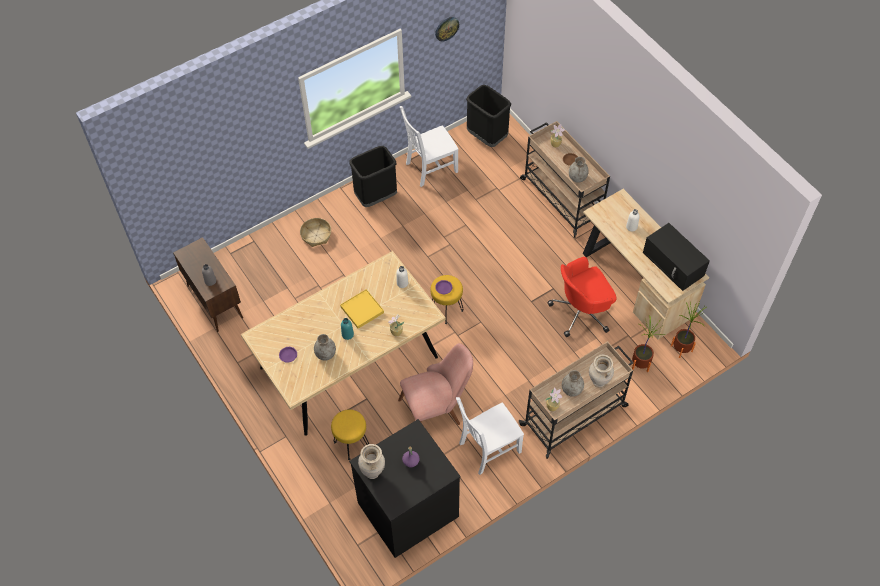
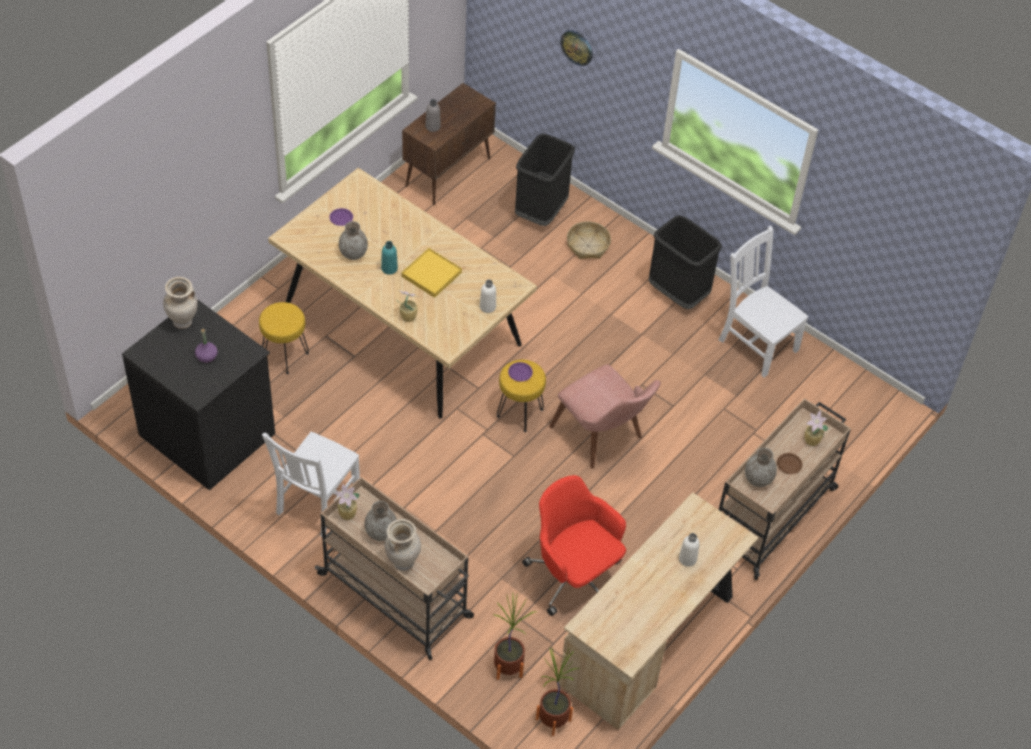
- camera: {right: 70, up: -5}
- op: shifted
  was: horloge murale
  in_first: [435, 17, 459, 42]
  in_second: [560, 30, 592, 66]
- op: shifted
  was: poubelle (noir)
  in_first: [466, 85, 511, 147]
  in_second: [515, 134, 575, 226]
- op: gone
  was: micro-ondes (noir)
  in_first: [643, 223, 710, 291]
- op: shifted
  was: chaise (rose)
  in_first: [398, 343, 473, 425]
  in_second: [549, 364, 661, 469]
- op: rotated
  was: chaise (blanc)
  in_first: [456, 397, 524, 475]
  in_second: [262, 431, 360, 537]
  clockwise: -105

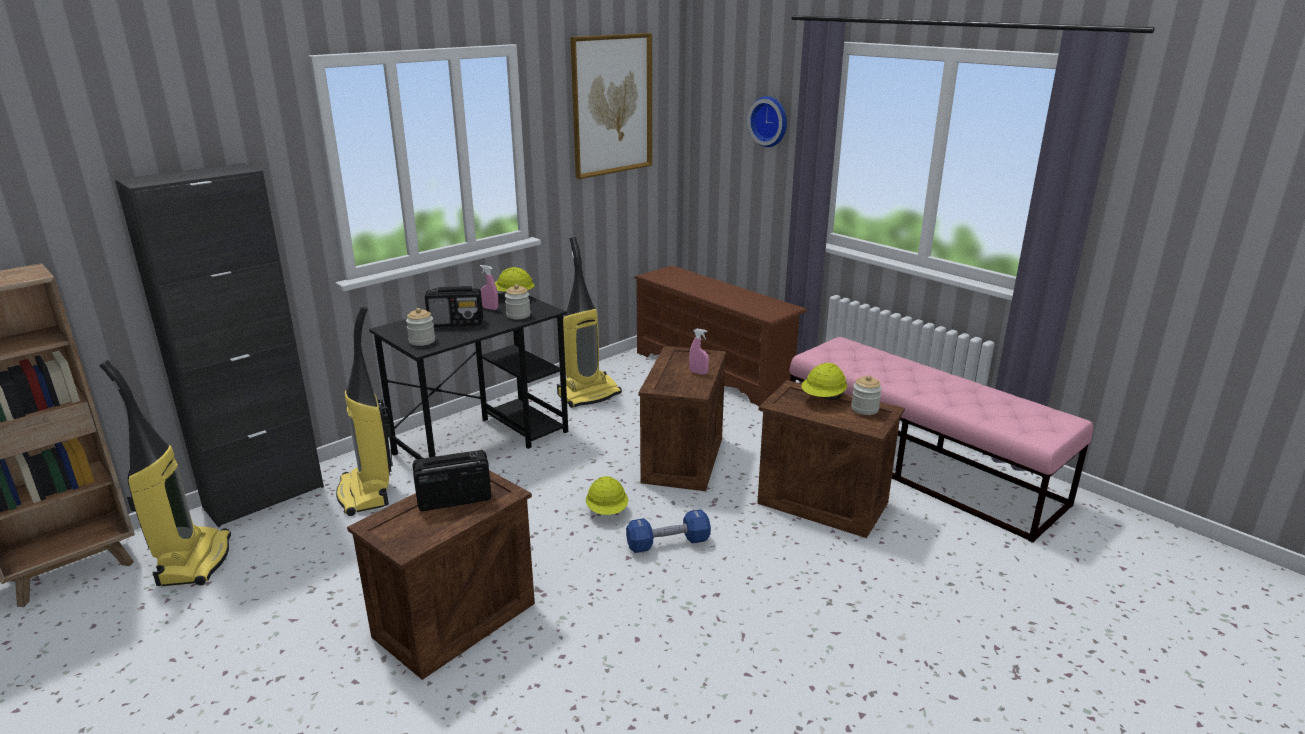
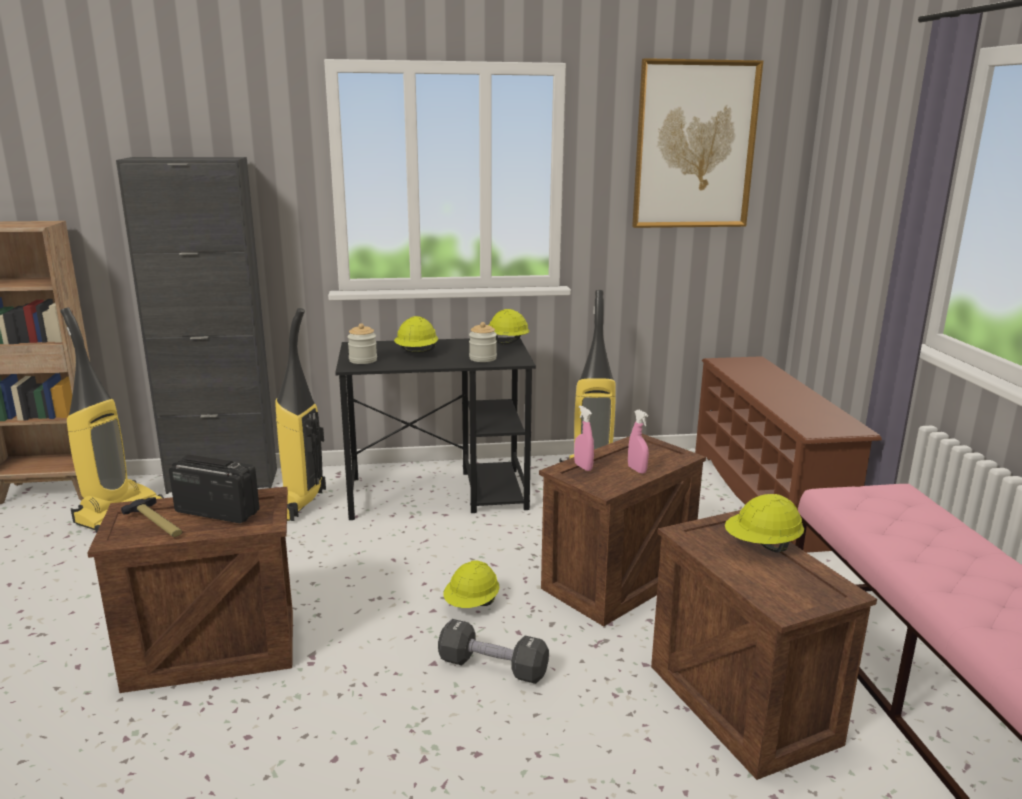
- camera: {right: 35, up: -5}
- op: gone
  was: horloge murale
  in_first: [747, 96, 787, 147]
- op: shifted
  was: vaporisateur (rose)
  in_first: [480, 265, 498, 310]
  in_second: [574, 406, 594, 471]
- op: swapped
  was: radio
  now: casque de chantier (jaune)
  in_first: [425, 286, 483, 327]
  in_second: [394, 316, 438, 353]
- op: gone
  was: bocal
  in_first: [851, 375, 882, 415]
- op: repainted
  was: haltère (bleu)
  now: haltère (noir)
  in_first: [626, 509, 711, 553]
  in_second: [438, 619, 549, 684]
- op: new
  now: marteau
  in_second: [121, 497, 182, 537]

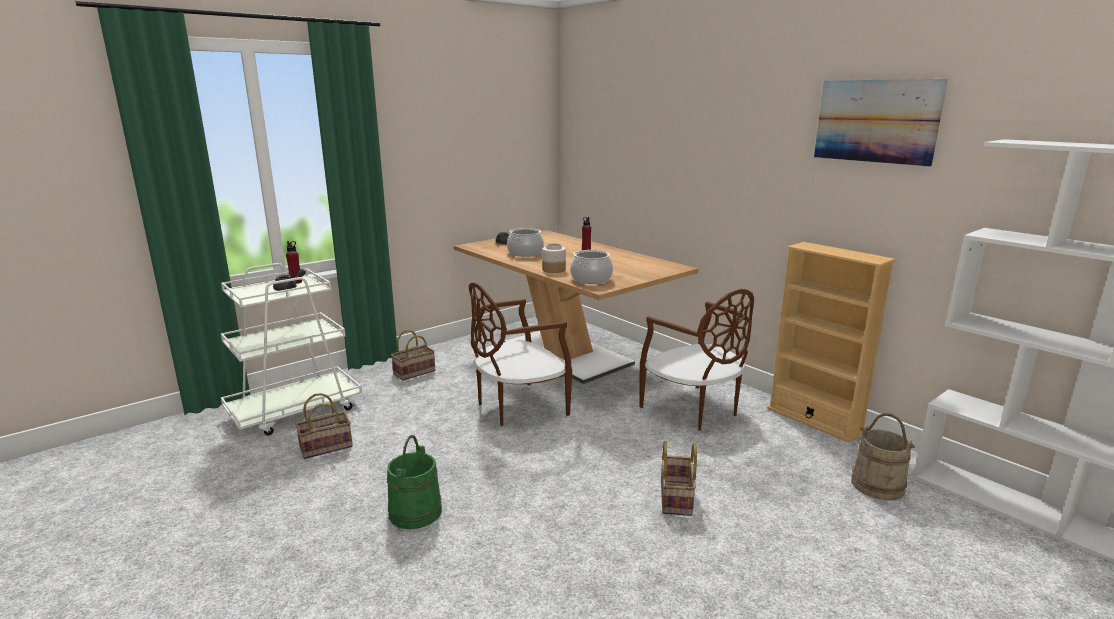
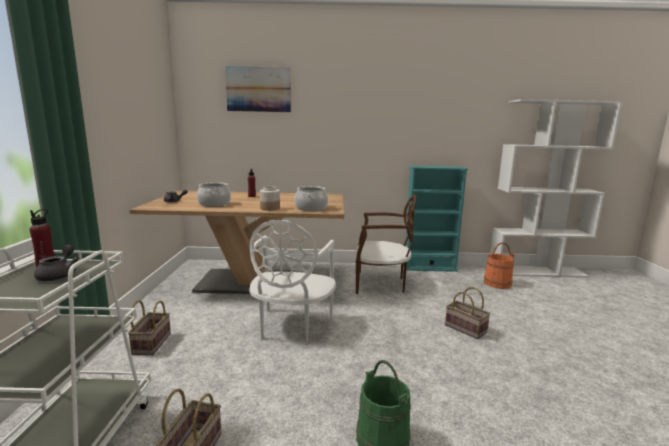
- camera: {right: -50, up: -5}
- op: shifted
  was: tableau
  in_first: [814, 79, 948, 167]
  in_second: [225, 66, 291, 112]
- op: repainted
  was: bibliothèque (beige)
  now: bibliothèque (turquoise)
  in_first: [767, 242, 896, 443]
  in_second: [403, 166, 468, 272]
- op: repainted
  was: chaise (marron)
  now: chaise (blanc)
  in_first: [469, 282, 572, 426]
  in_second: [249, 220, 336, 344]
- op: repainted
  was: seau (beige)
  now: seau (orange)
  in_first: [851, 413, 916, 500]
  in_second: [484, 242, 515, 289]

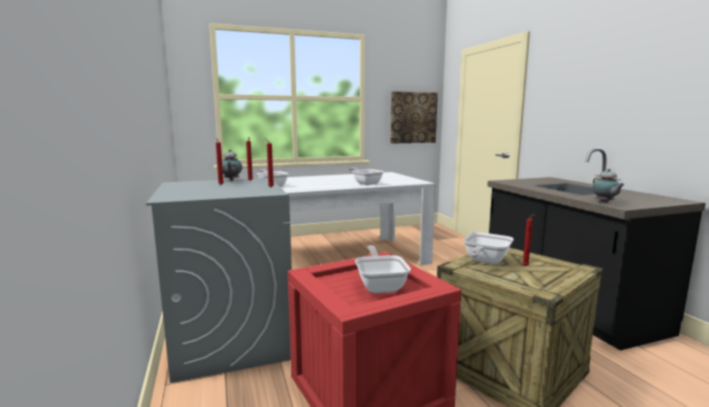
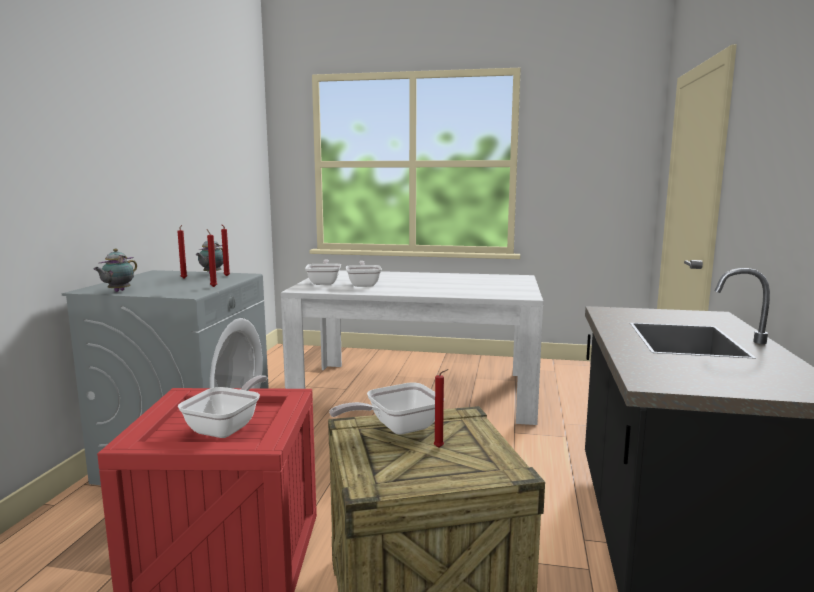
- camera: {right: 30, up: 0}
- op: gone
  was: tableau
  in_first: [390, 92, 438, 144]
- op: shifted
  was: poêle
  in_first: [348, 167, 384, 185]
  in_second: [346, 261, 382, 287]
- op: shifted
  was: théière
  in_first: [593, 169, 625, 203]
  in_second: [93, 249, 137, 292]

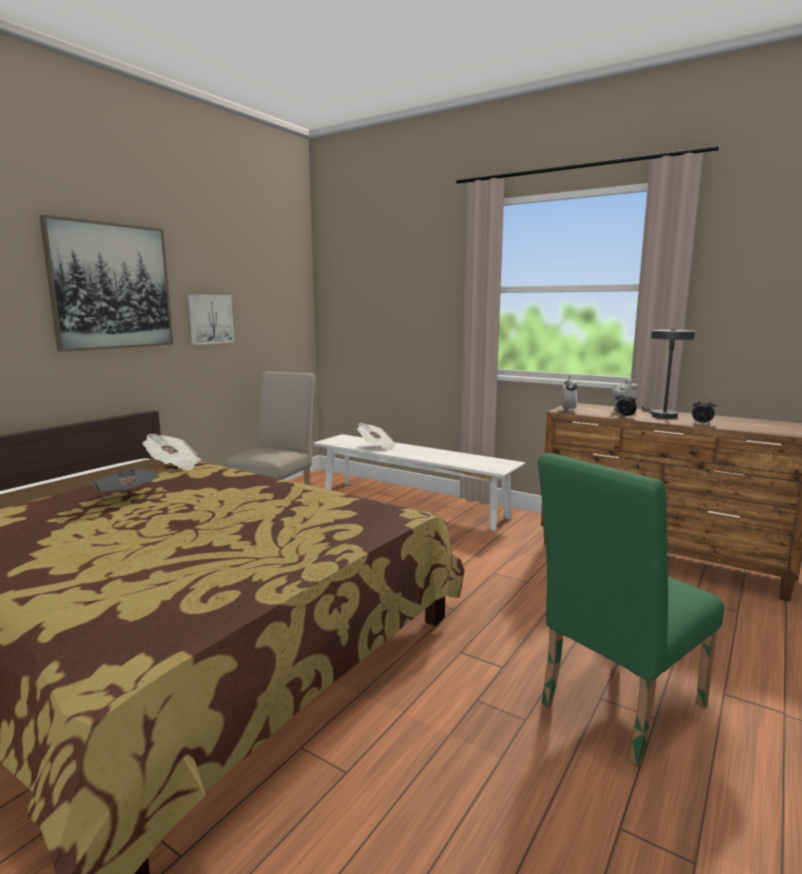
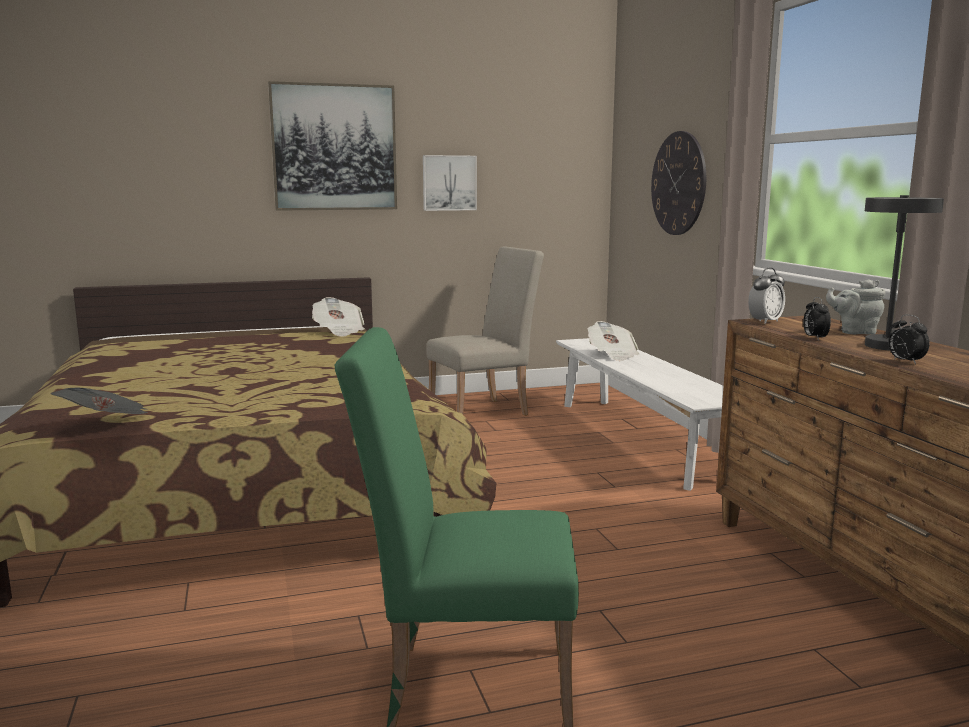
- camera: {right: 40, up: 0}
- op: shifted
  was: journal
  in_first: [91, 469, 159, 492]
  in_second: [50, 388, 148, 414]
- op: new
  now: horloge murale
  in_second: [651, 131, 706, 235]

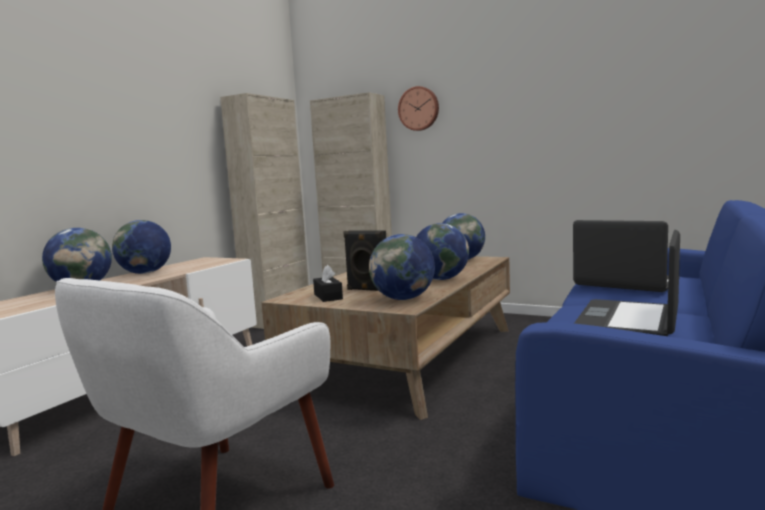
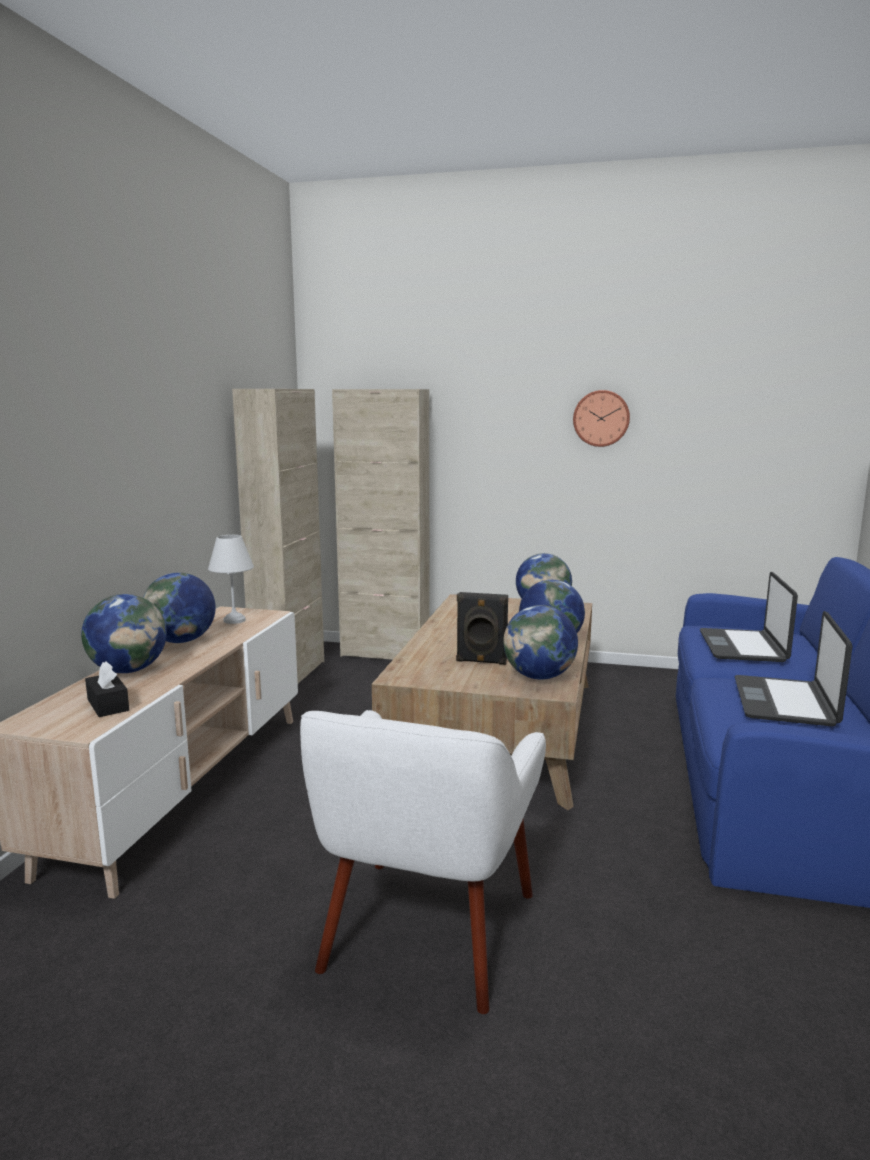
- camera: {right: -15, up: 5}
- op: shifted
  was: horloge murale
  in_first: [398, 86, 439, 131]
  in_second: [573, 390, 630, 447]
- op: rotated
  was: ordinateur portable
  in_first: [573, 220, 680, 292]
  in_second: [700, 572, 798, 662]
  clockwise: -105
- op: shifted
  was: boîte à mouchoirs (noir)
  in_first: [313, 265, 343, 302]
  in_second: [85, 661, 129, 717]
- op: new
  now: lampe de table (blanc)
  in_second: [208, 535, 254, 624]

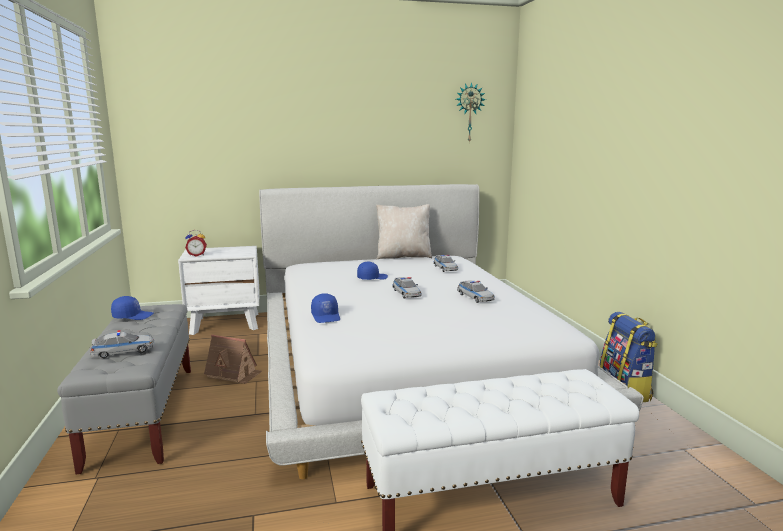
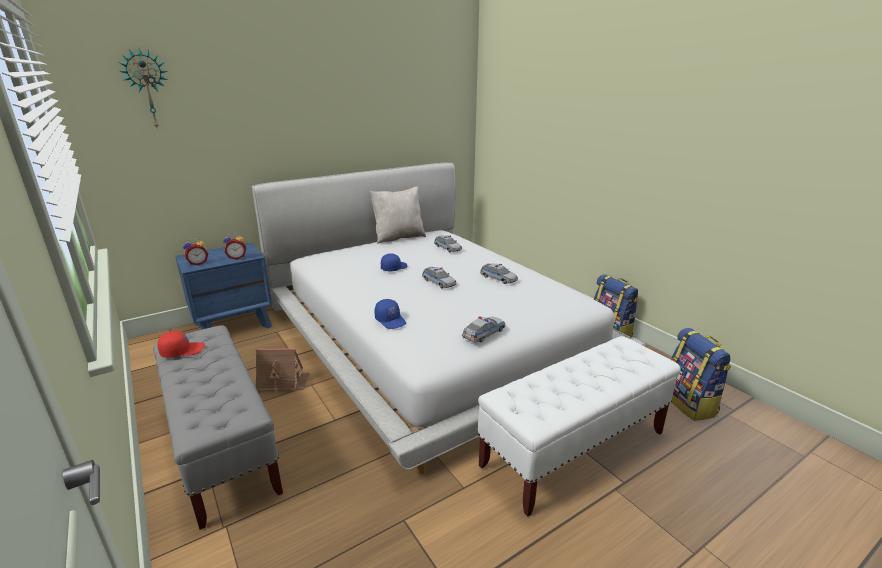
- camera: {right: -20, up: 10}
- op: shifted
  was: horloge murale
  in_first: [456, 82, 486, 143]
  in_second: [119, 48, 168, 130]
- op: repainted
  was: table de chevet (blanc)
  now: table de chevet (bleu)
  in_first: [178, 246, 260, 335]
  in_second: [175, 243, 272, 330]
- op: repainted
  was: casquette (bleu)
  now: casquette (rouge)
  in_first: [111, 296, 154, 320]
  in_second: [157, 331, 205, 358]
- op: shifted
  was: petite voiture
  in_first: [90, 330, 154, 358]
  in_second: [462, 316, 505, 343]
- op: new
  now: réveil
  in_second: [223, 233, 246, 260]
- op: new
  now: sac à dos
  in_second: [671, 328, 731, 421]

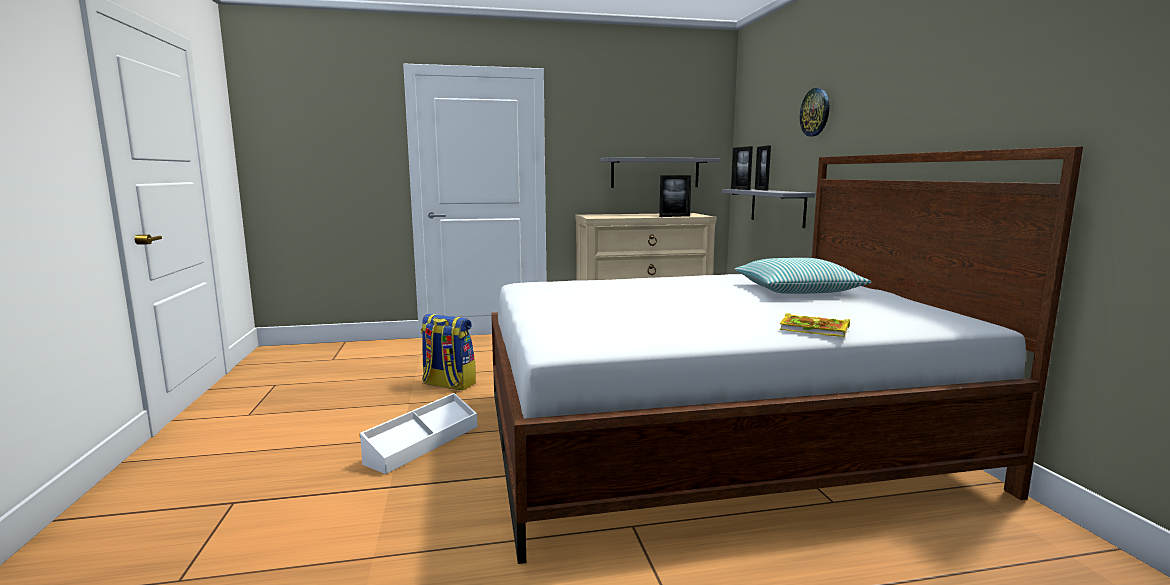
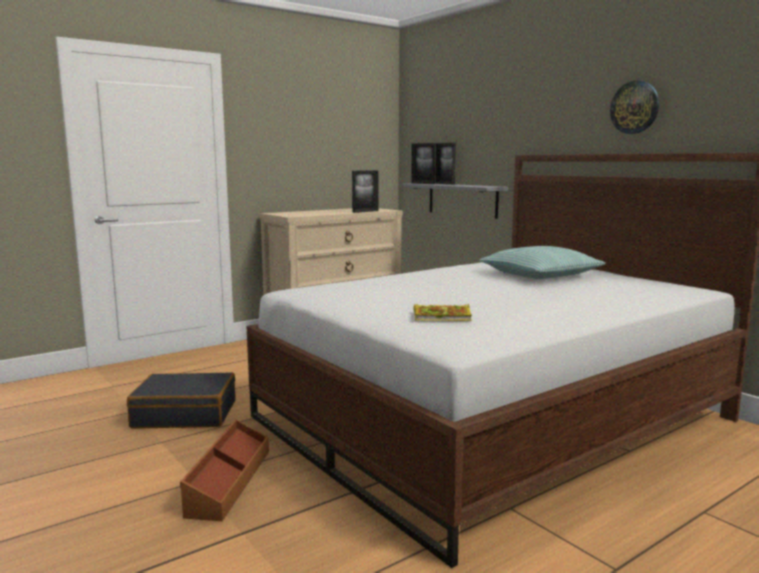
- camera: {right: -25, up: 0}
- op: shifted
  was: horloge murale
  in_first: [800, 88, 829, 136]
  in_second: [610, 81, 659, 134]
- op: gone
  was: étagère (gris)
  in_first: [601, 157, 720, 188]
- op: shifted
  was: livre
  in_first: [779, 313, 850, 337]
  in_second: [414, 304, 472, 321]
- op: swapped
  was: sac à dos
  now: valise (noir)
  in_first: [421, 314, 476, 391]
  in_second: [127, 372, 235, 428]
- op: repainted
  was: boîte de rangement (blanc)
  now: boîte de rangement (marron)
  in_first: [360, 393, 478, 474]
  in_second: [180, 419, 269, 521]

